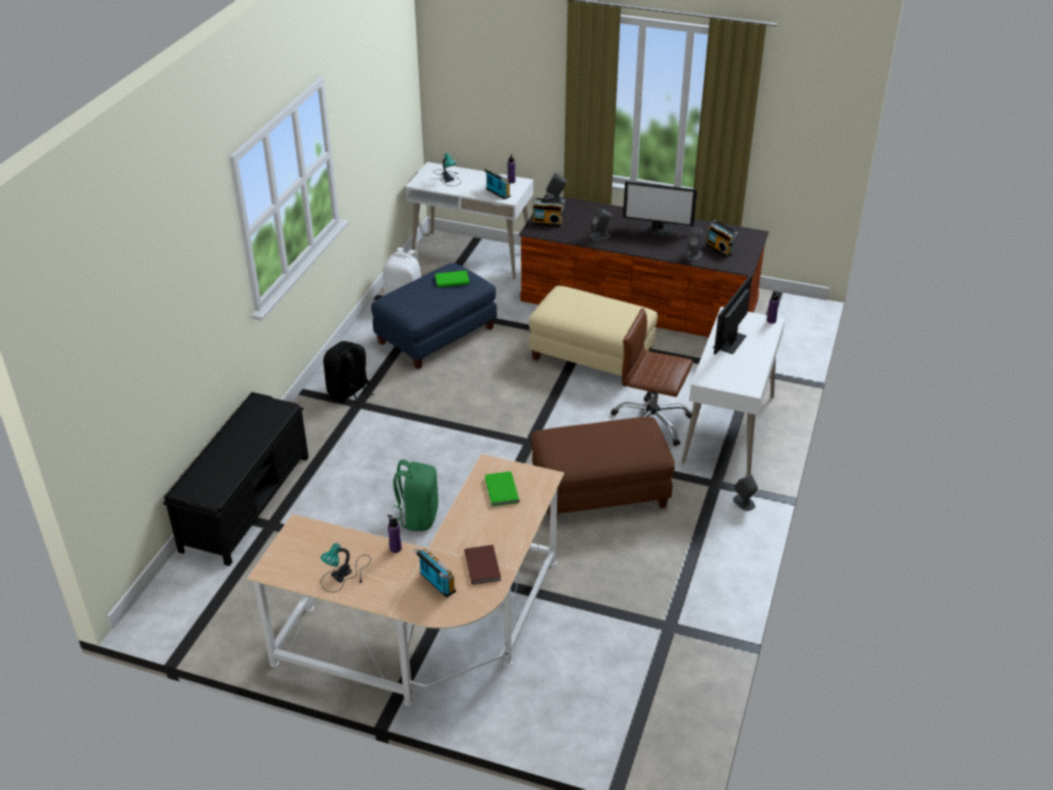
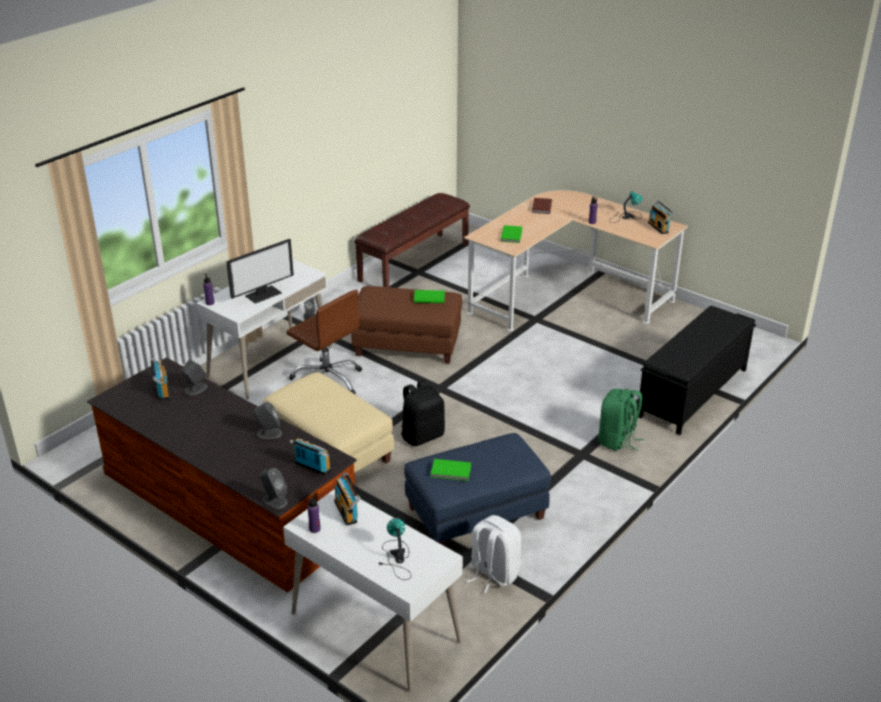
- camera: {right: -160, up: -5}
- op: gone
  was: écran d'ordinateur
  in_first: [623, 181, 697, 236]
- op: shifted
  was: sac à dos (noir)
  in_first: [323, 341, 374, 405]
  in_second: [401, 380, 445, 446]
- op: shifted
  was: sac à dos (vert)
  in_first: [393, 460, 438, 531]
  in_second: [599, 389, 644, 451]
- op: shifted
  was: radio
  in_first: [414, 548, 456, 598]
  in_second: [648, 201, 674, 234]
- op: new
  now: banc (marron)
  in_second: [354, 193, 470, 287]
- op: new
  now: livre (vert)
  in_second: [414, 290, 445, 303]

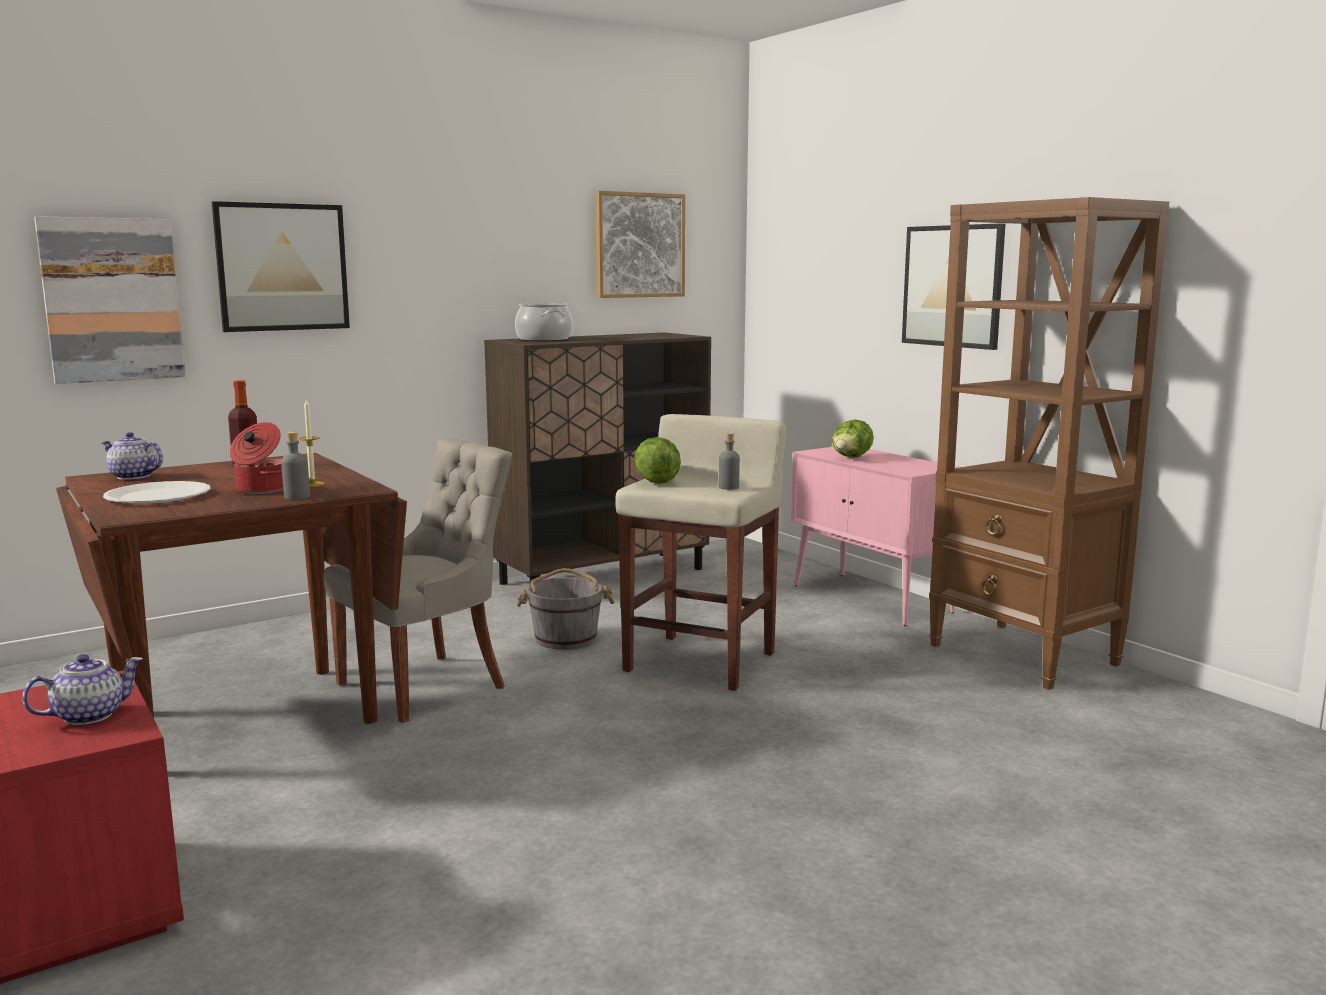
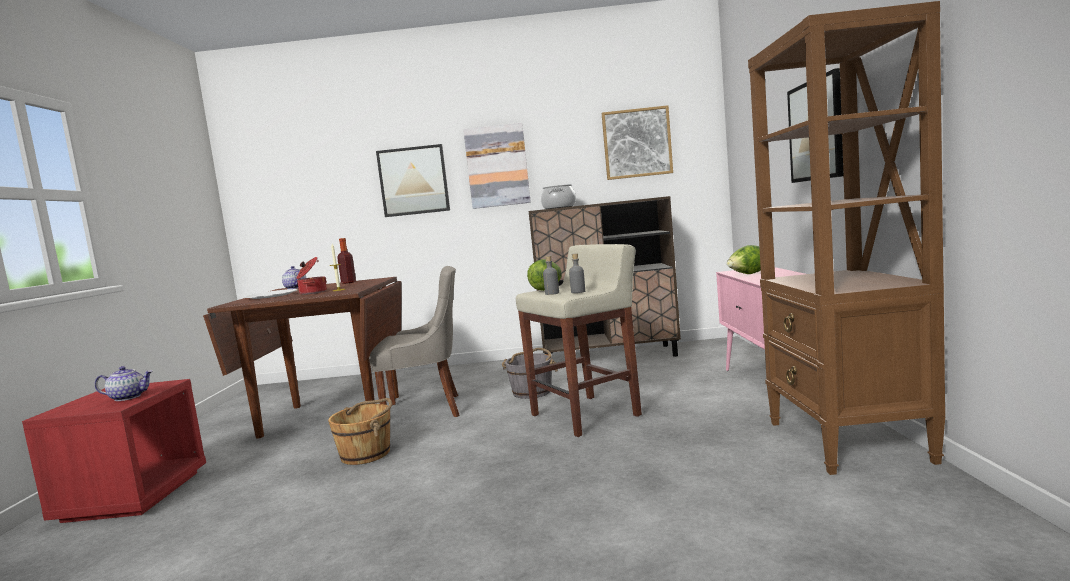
- camera: {right: 35, up: -5}
- op: shifted
  was: tableau
  in_first: [34, 216, 185, 384]
  in_second: [463, 123, 531, 209]
- op: shifted
  was: bouteille (gris)
  in_first: [281, 432, 310, 500]
  in_second: [543, 256, 559, 295]
- op: new
  now: seau (marron)
  in_second: [328, 398, 392, 465]

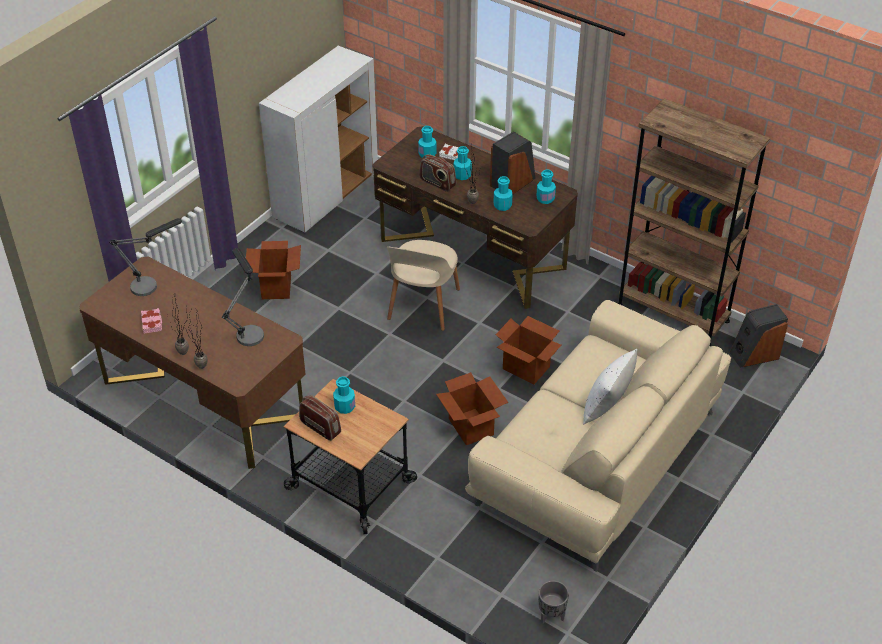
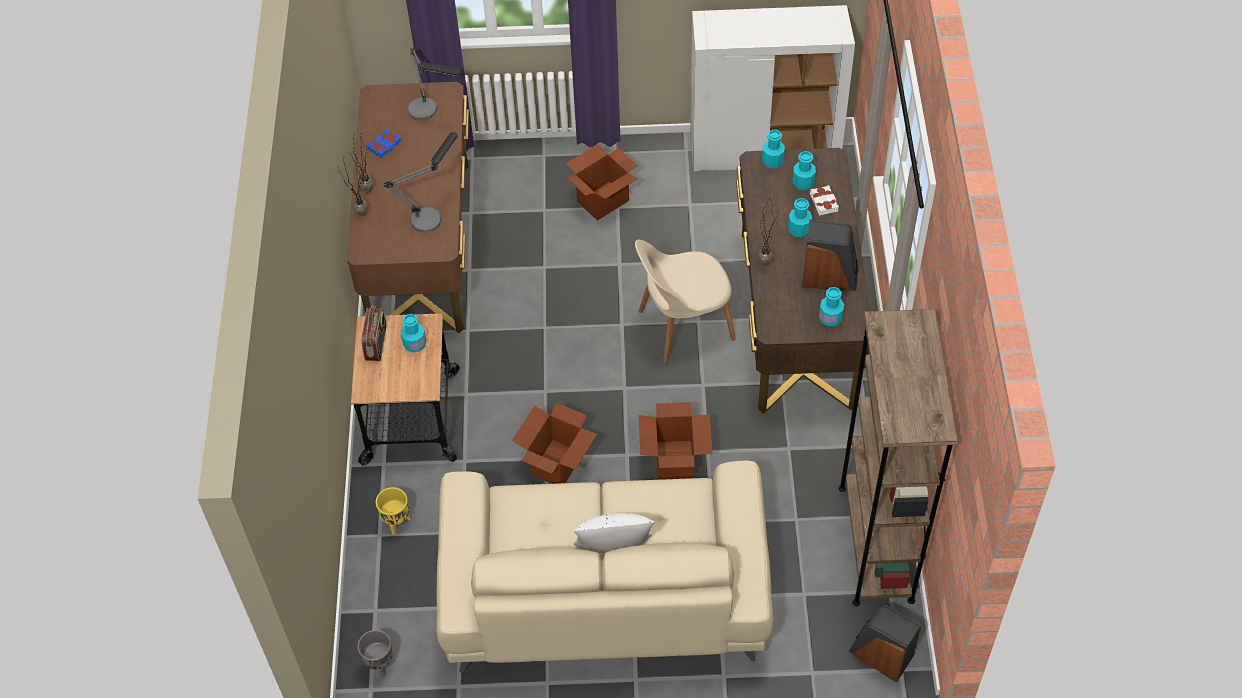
- camera: {right: 55, up: 10}
- op: gone
  was: radio
  in_first: [419, 155, 456, 192]
- op: shifted
  was: bouteille (turquoise)
  in_first: [493, 176, 513, 211]
  in_second: [762, 129, 785, 169]
- op: repainted
  was: livre (rose)
  now: livre (bleu)
  in_first: [141, 308, 162, 334]
  in_second: [367, 129, 401, 158]
- op: new
  now: cache-pot (jaune)
  in_second: [376, 487, 410, 534]

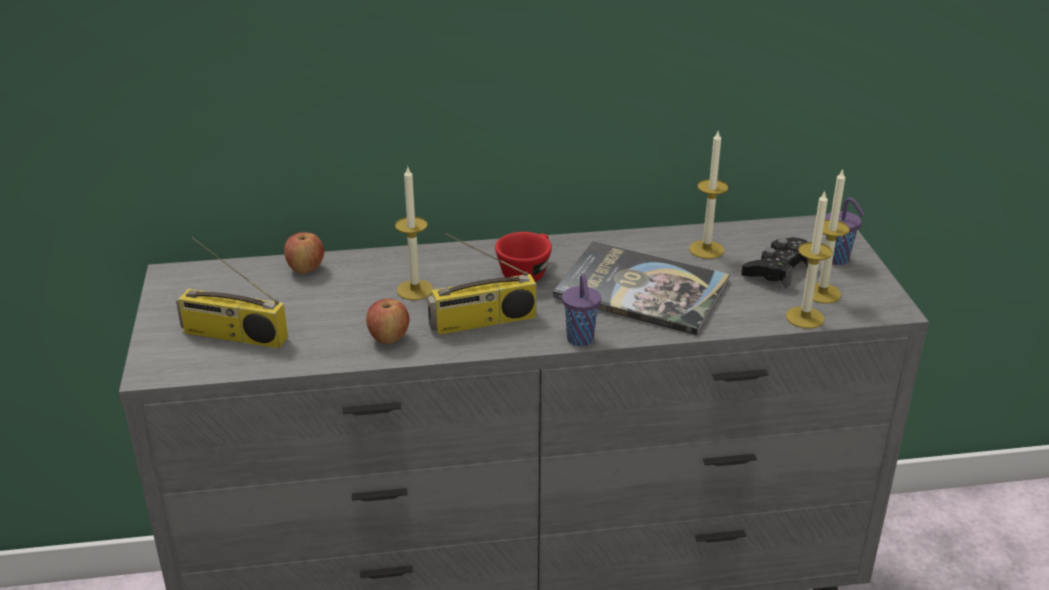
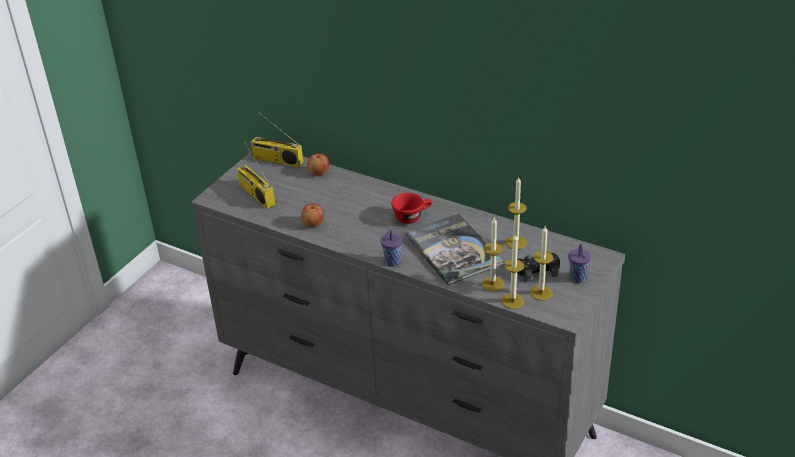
- camera: {right: 40, up: 5}
- op: shifted
  was: bougie
  in_first: [395, 167, 434, 300]
  in_second: [482, 217, 504, 292]
- op: shifted
  was: radio
  in_first: [427, 233, 537, 335]
  in_second: [250, 112, 303, 167]

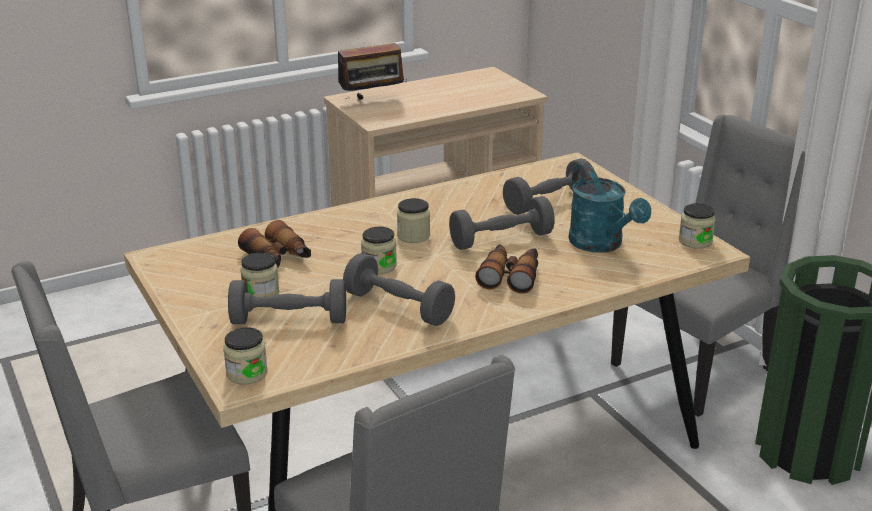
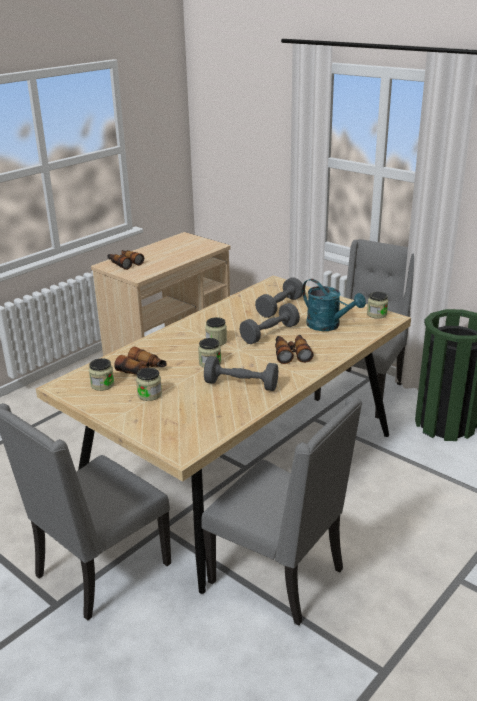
- camera: {right: -20, up: 0}
- op: swapped
  was: radio
  now: jumelles
  in_first: [338, 34, 407, 100]
  in_second: [107, 250, 144, 270]
- op: gone
  was: haltère (gris)
  in_first: [228, 279, 346, 324]
- op: shifted
  was: bocal
  in_first: [223, 327, 268, 385]
  in_second: [89, 358, 114, 391]

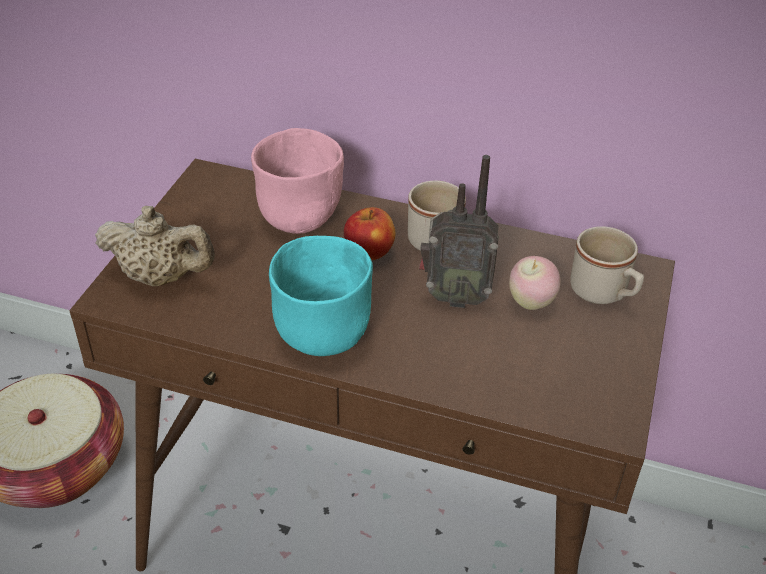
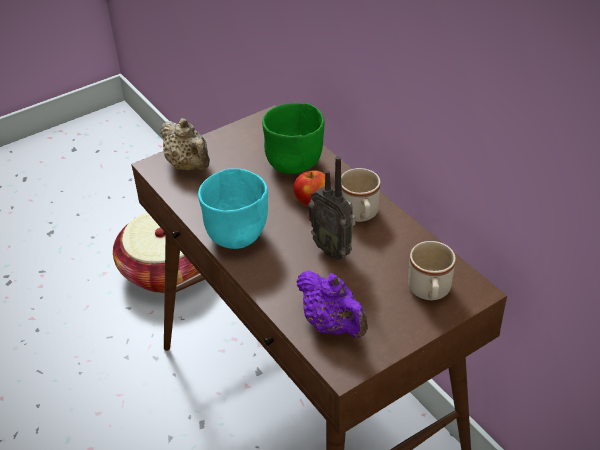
- camera: {right: 40, up: 0}
- op: repainted
  was: bol (rose)
  now: bol (vert)
  in_first: [251, 128, 344, 234]
  in_second: [262, 103, 324, 174]
- op: gone
  was: pomme
  in_first: [509, 256, 561, 310]
- op: new
  now: théière (violet)
  in_second: [297, 270, 368, 338]

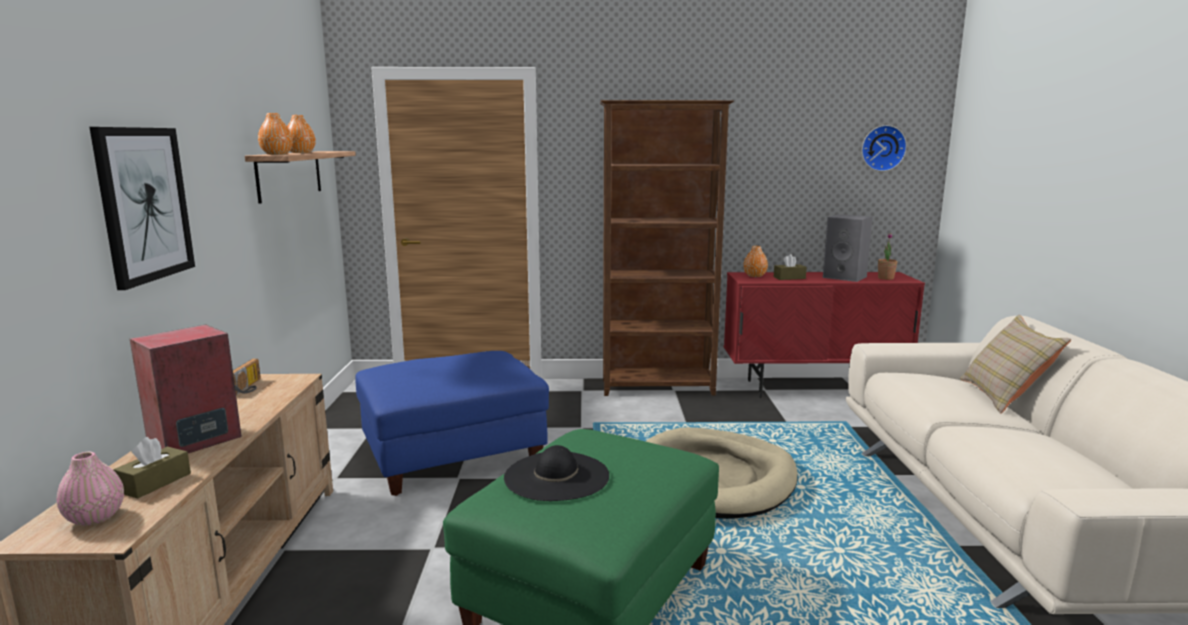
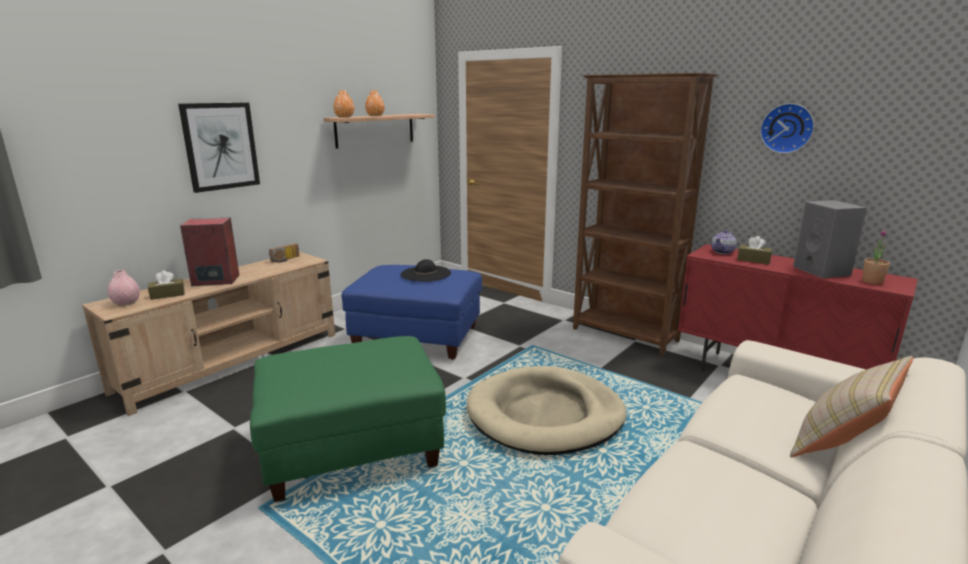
- camera: {right: 40, up: 5}
- op: shifted
  was: horloge murale
  in_first: [862, 125, 907, 171]
  in_second: [760, 103, 814, 154]
- op: swapped
  was: vase (orange)
  now: théière
  in_first: [743, 246, 768, 277]
  in_second: [711, 230, 737, 254]
- op: shifted
  was: chapeau (noir)
  in_first: [504, 445, 609, 501]
  in_second: [400, 259, 451, 282]

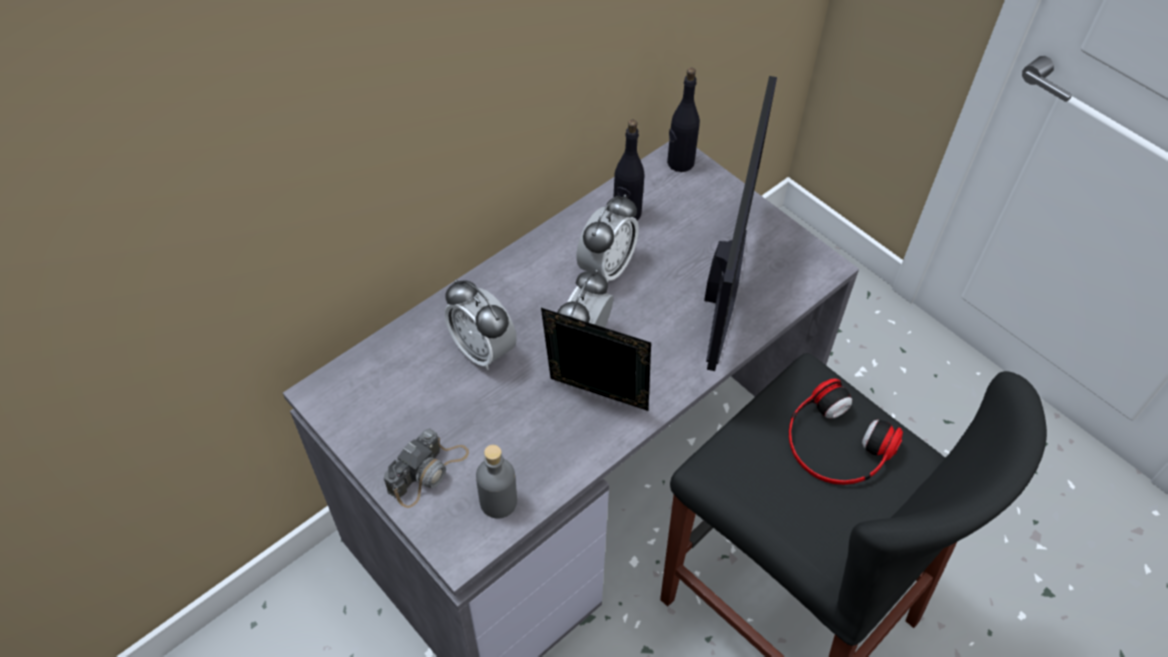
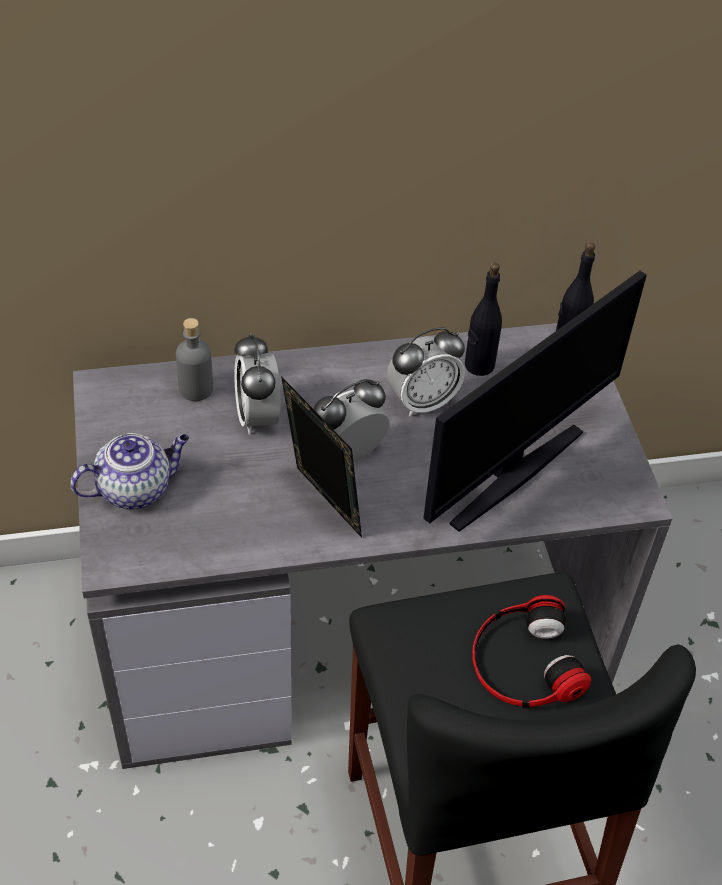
- camera: {right: 30, up: -5}
- op: swapped
  was: appareil photo
  now: théière
  in_first: [384, 428, 469, 508]
  in_second: [70, 433, 189, 509]
- op: shifted
  was: bouteille (gris)
  in_first: [476, 445, 517, 519]
  in_second: [176, 318, 213, 401]

